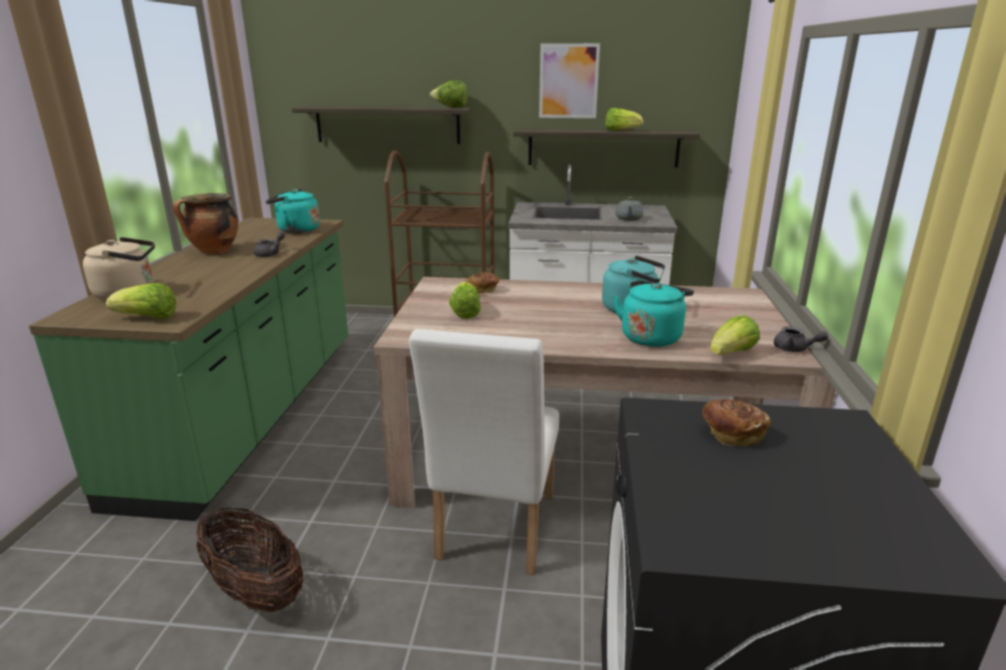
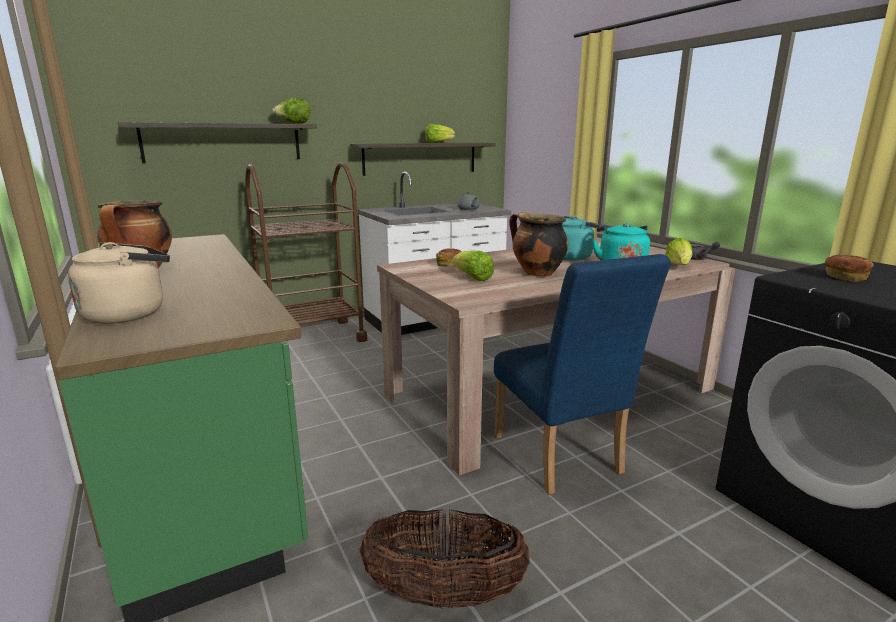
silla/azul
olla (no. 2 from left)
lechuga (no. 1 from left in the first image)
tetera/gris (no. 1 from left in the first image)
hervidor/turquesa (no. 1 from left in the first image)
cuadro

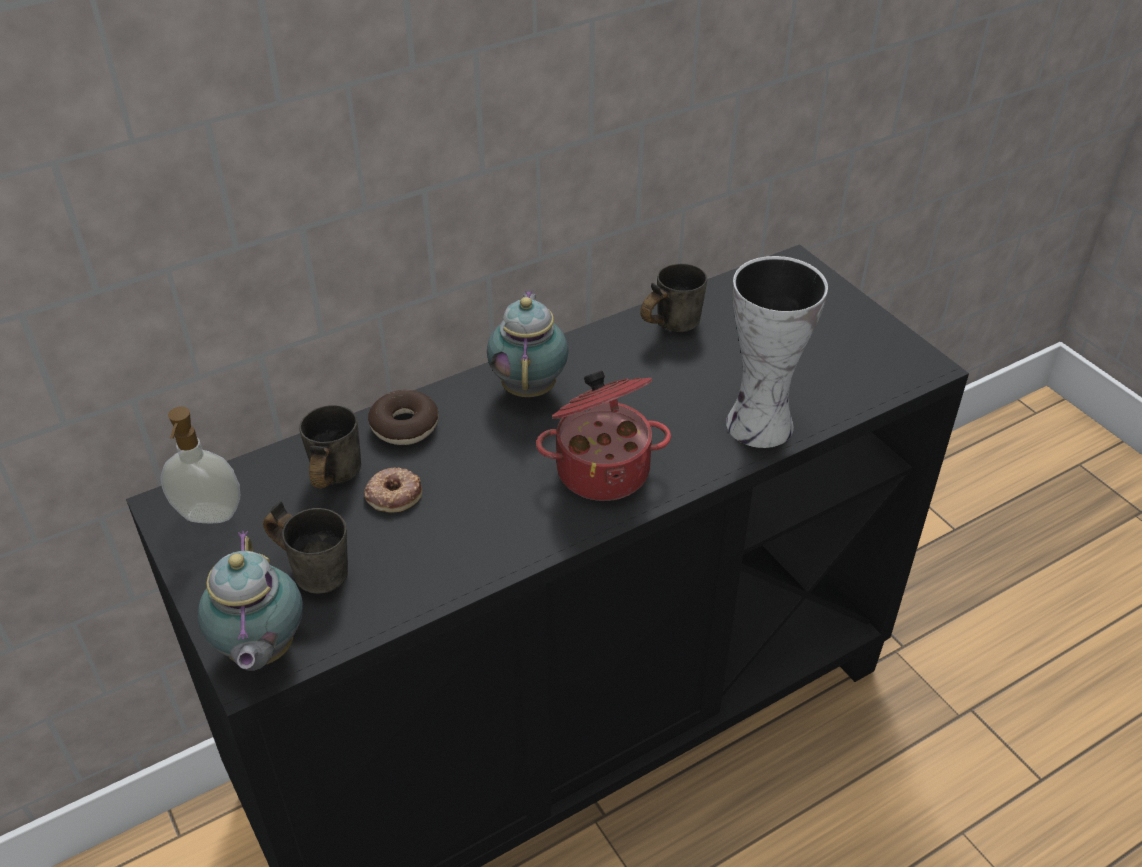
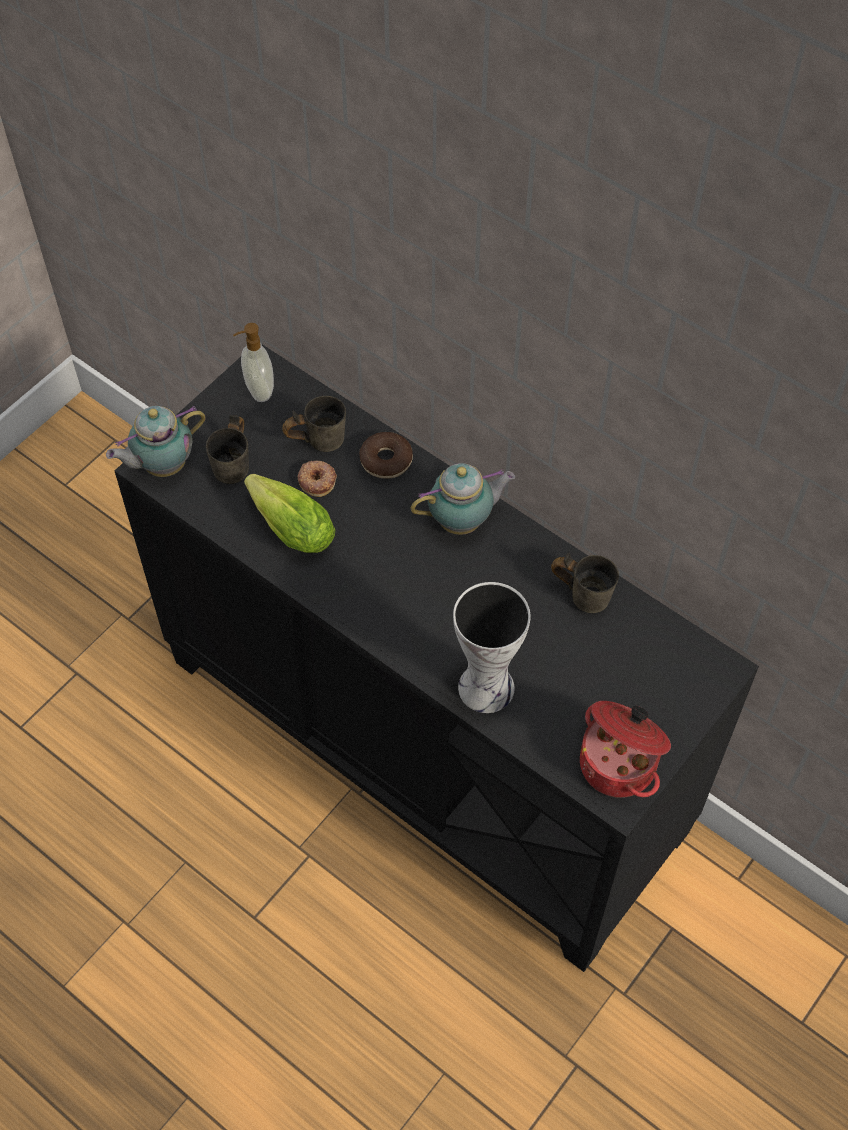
lechuga
olla

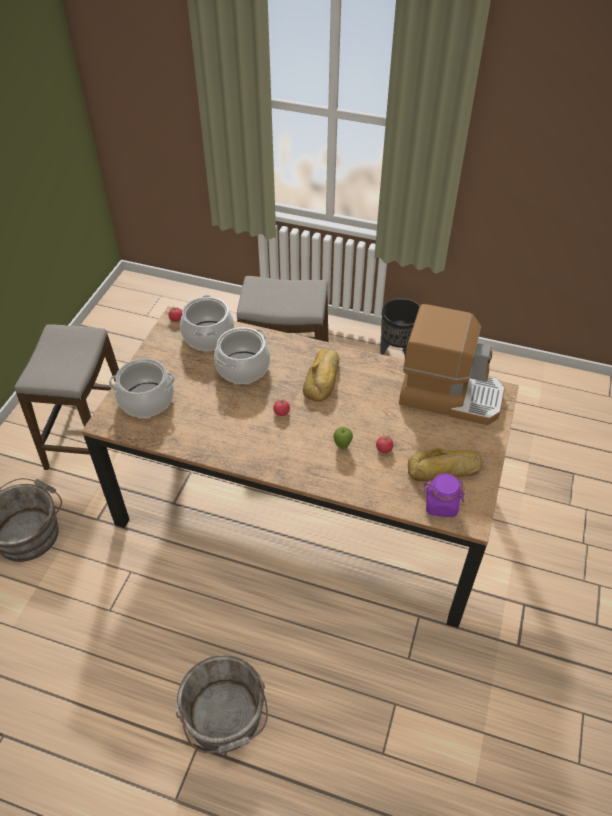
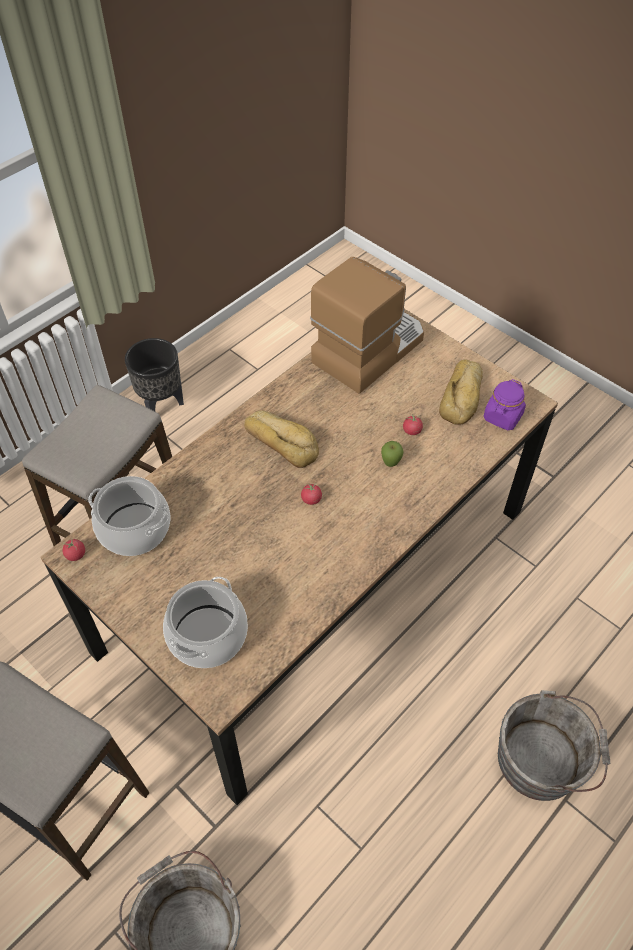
olla (no. 3 from left in the first image)

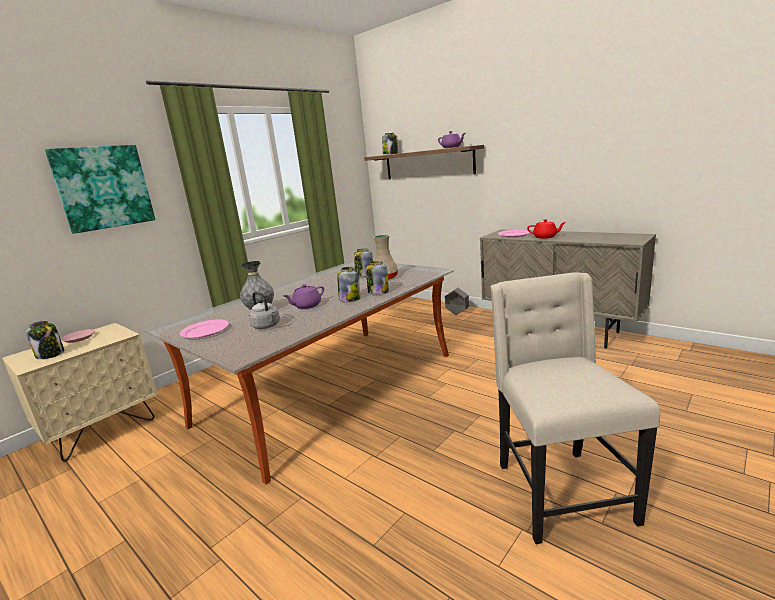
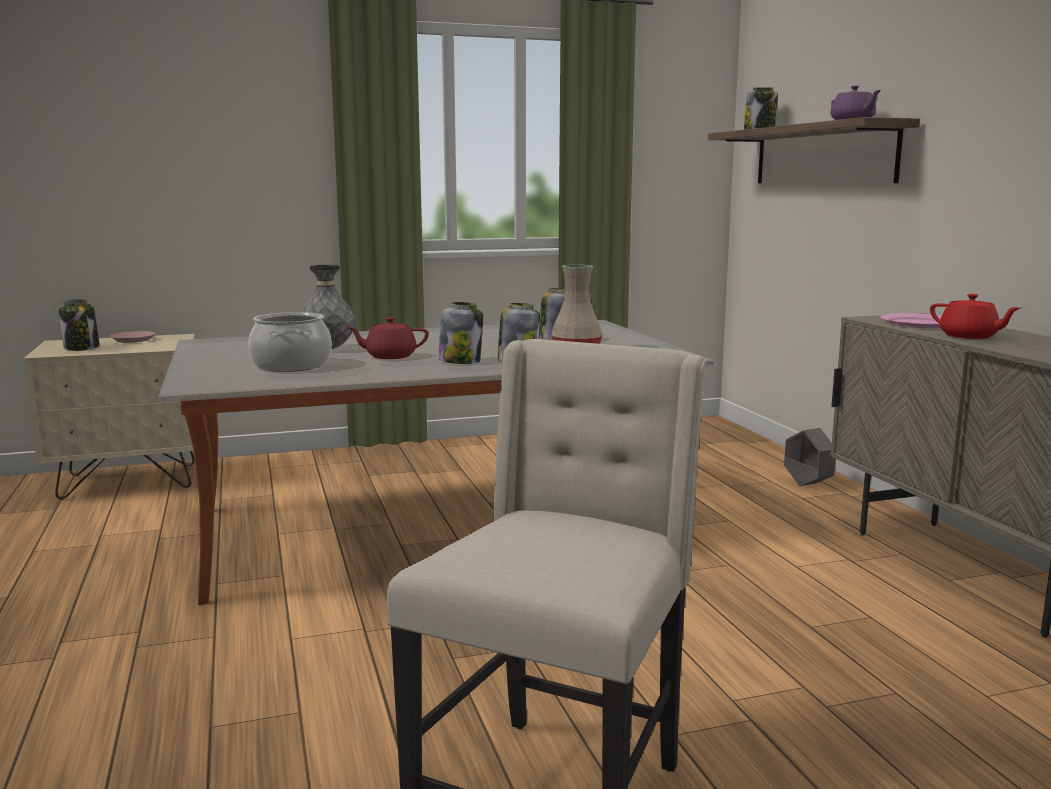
olla
tetera/rojo (no. 1 from left)
cuadro
plato/rosa (no. 2 from left in the first image)

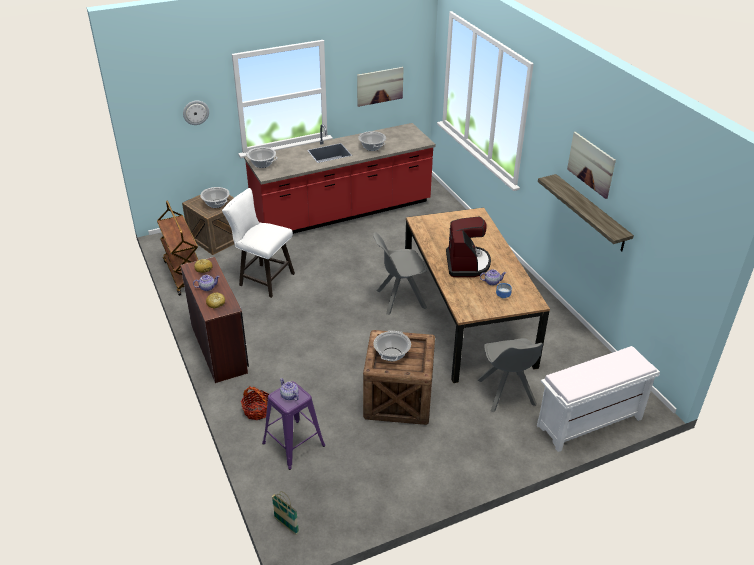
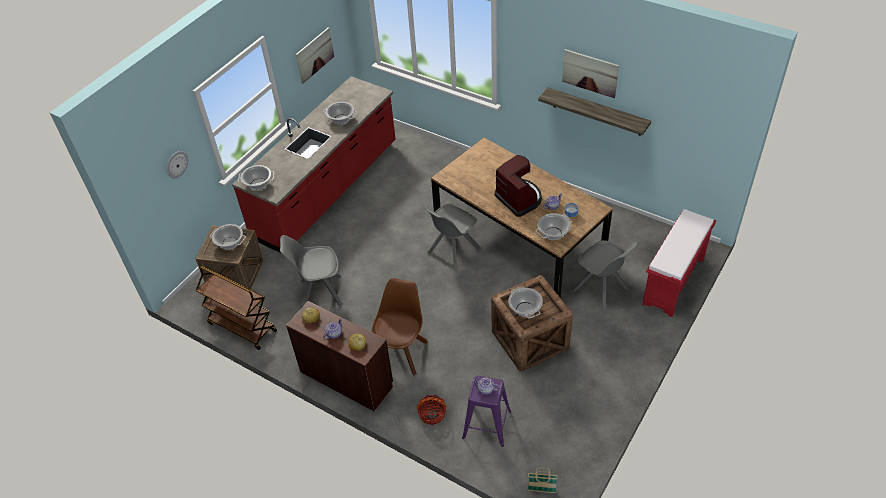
silla/gris (no. 1 from left)
silla/marrón
olla (no. 5 from left)
banco/rojo

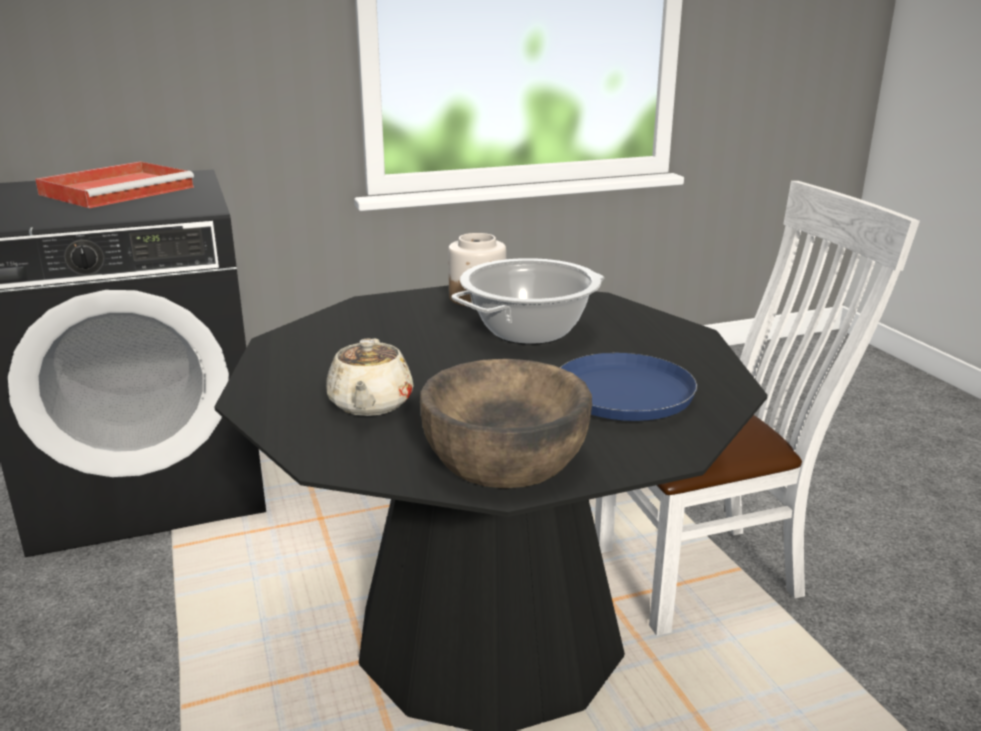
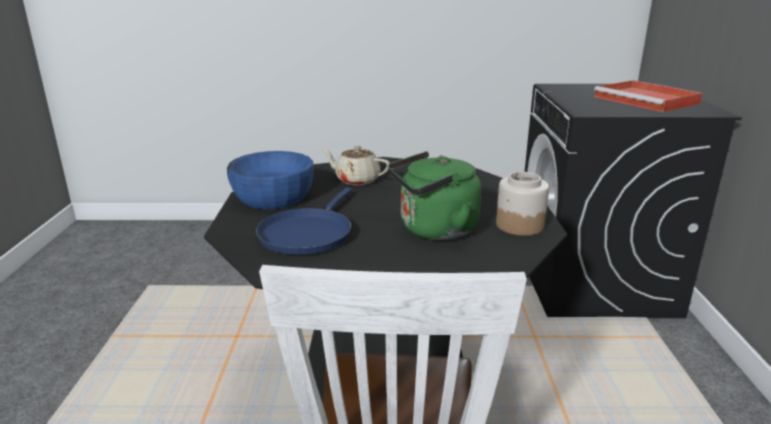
cuenco/azul
hervidor/verde

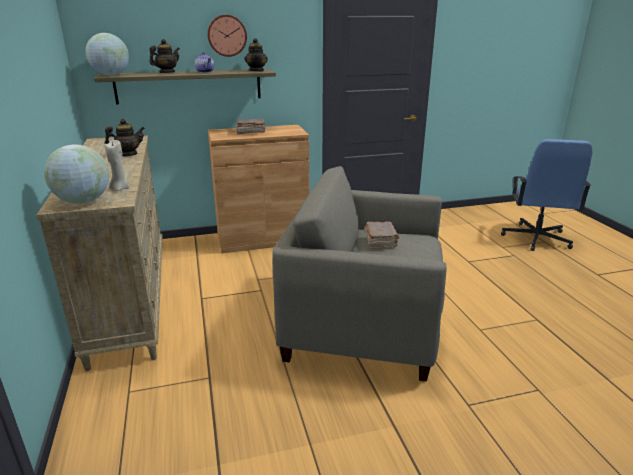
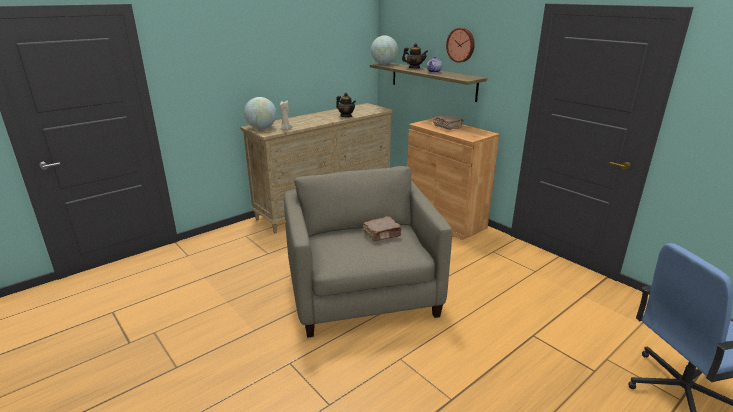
tetera (no. 4 from left in the first image)

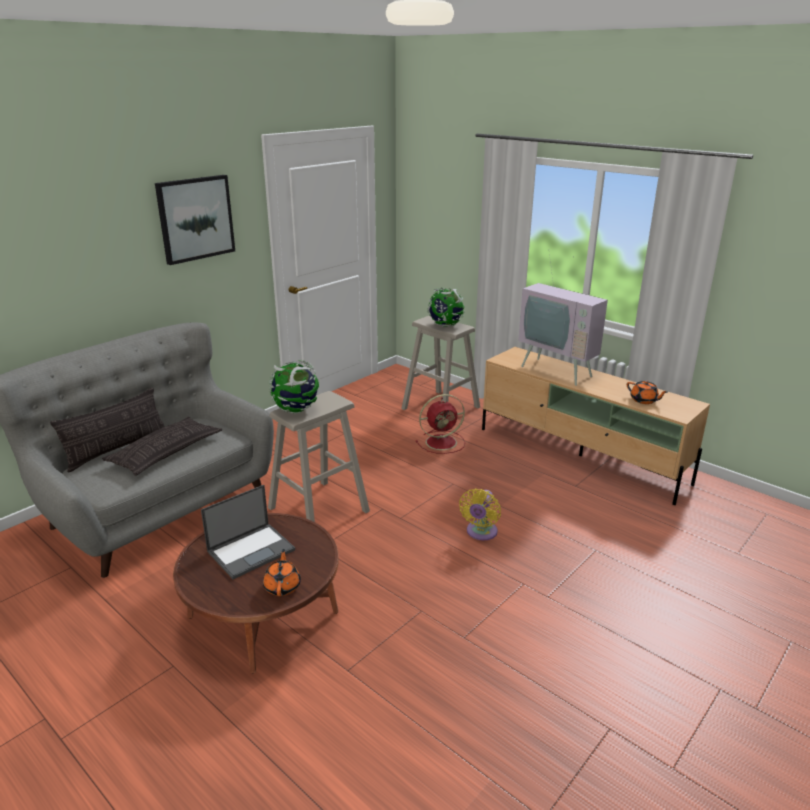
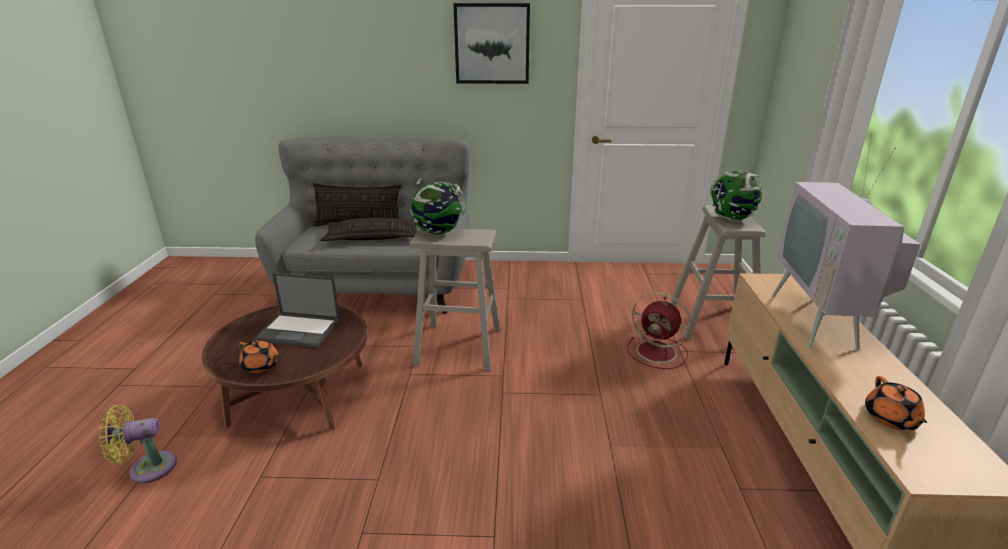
ventilador/amarillo
tetera/naranja (no. 1 from left)

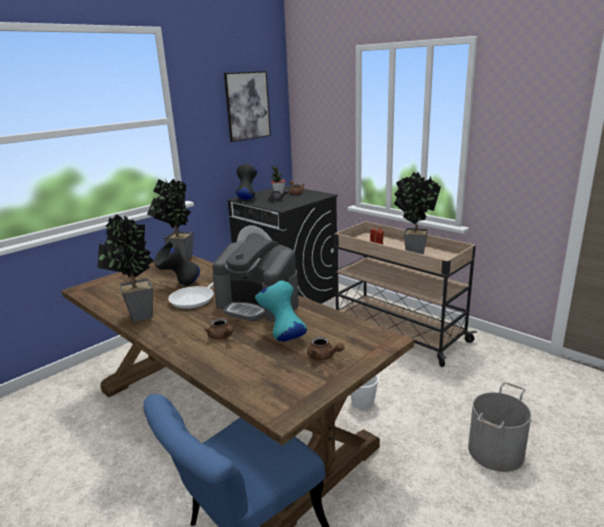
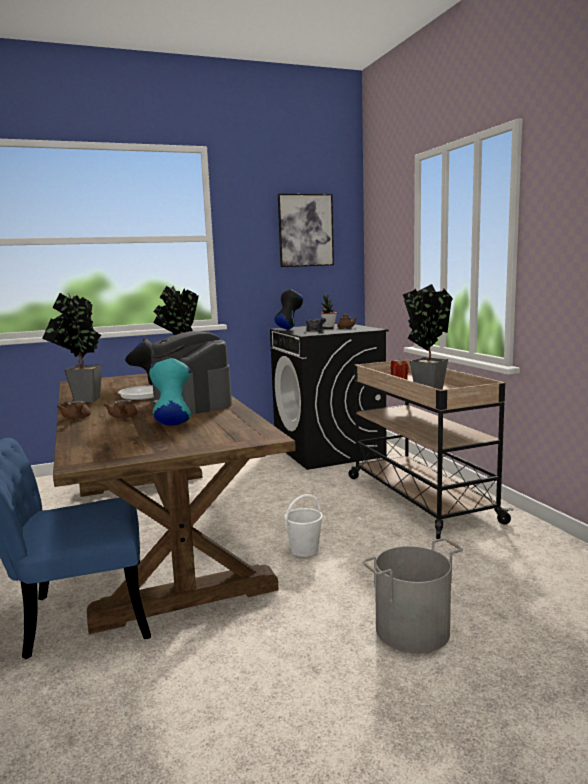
tetera/marrón (no. 1 from left)

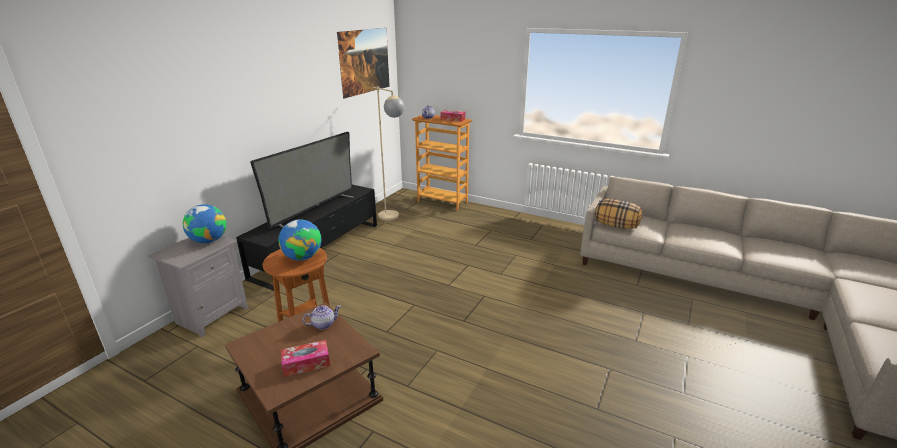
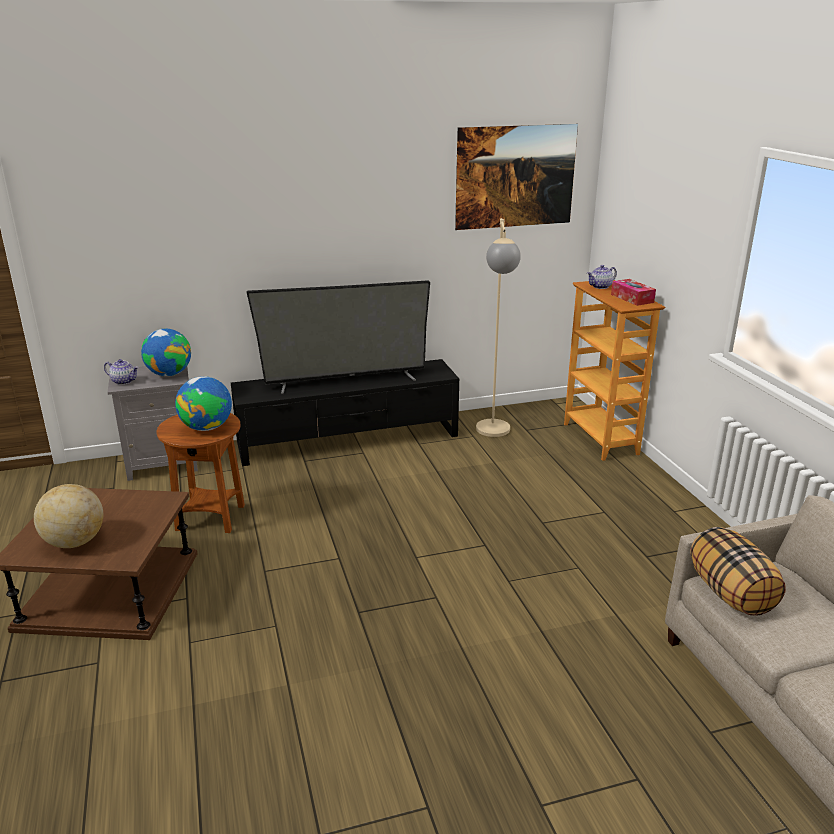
globo terráqueo (no. 1 from left)
tetera (no. 1 from left)

